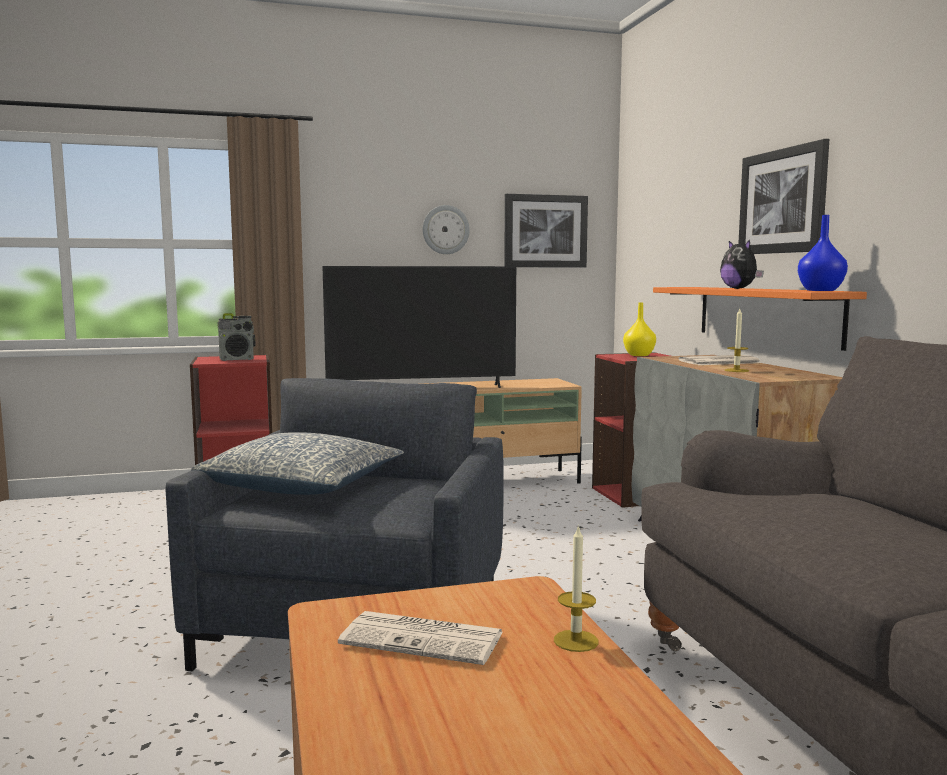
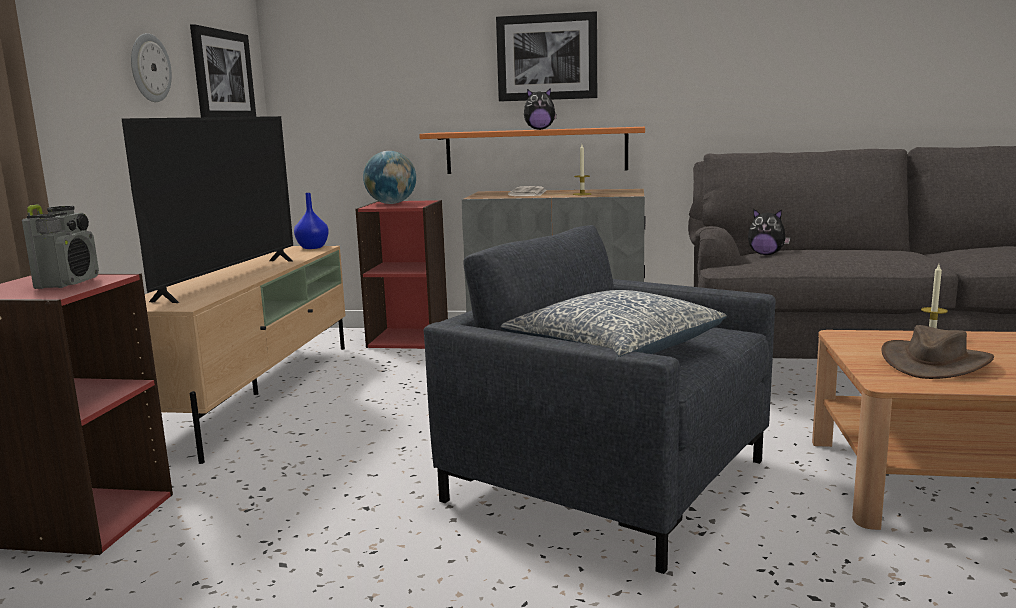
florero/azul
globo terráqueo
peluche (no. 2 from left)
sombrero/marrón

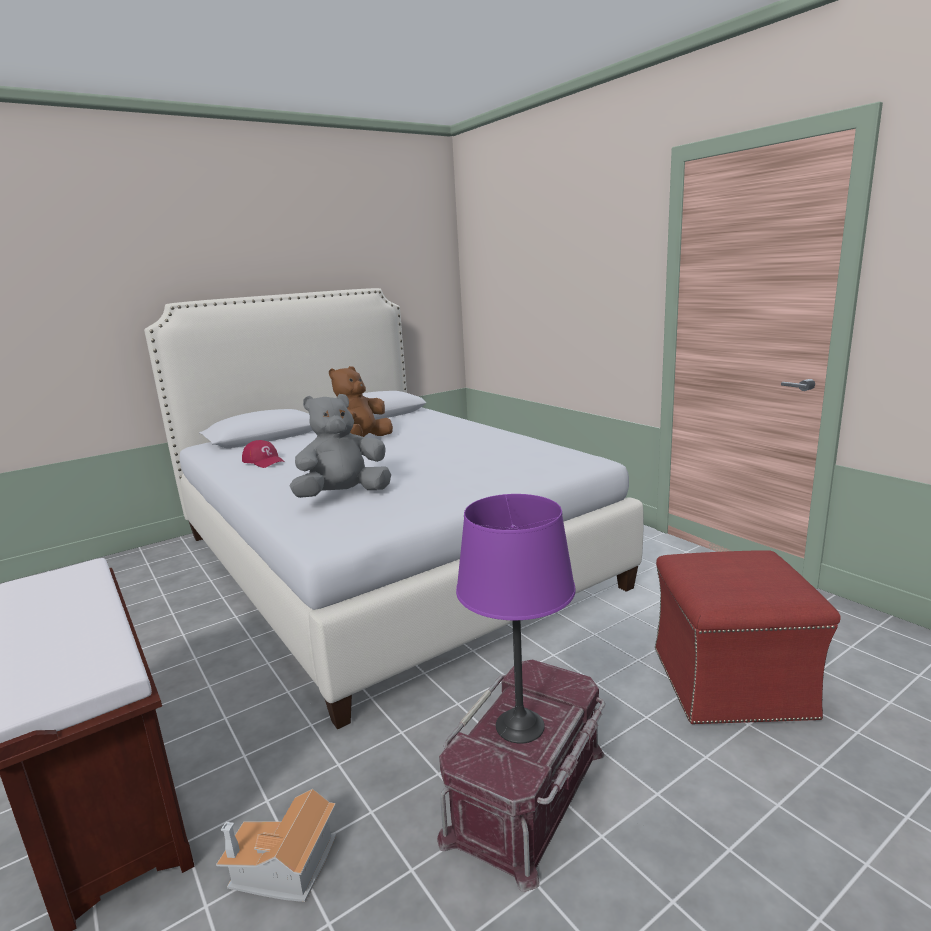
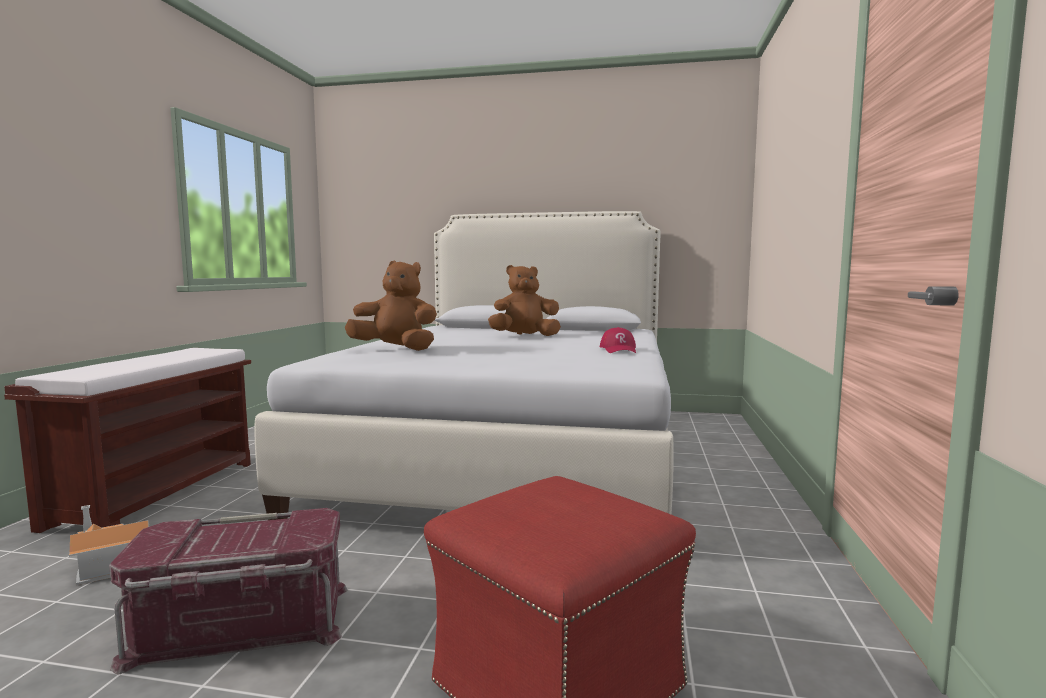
peluche/marrón (no. 1 from left)
gorra/rojo
lámpara de mesa/morado

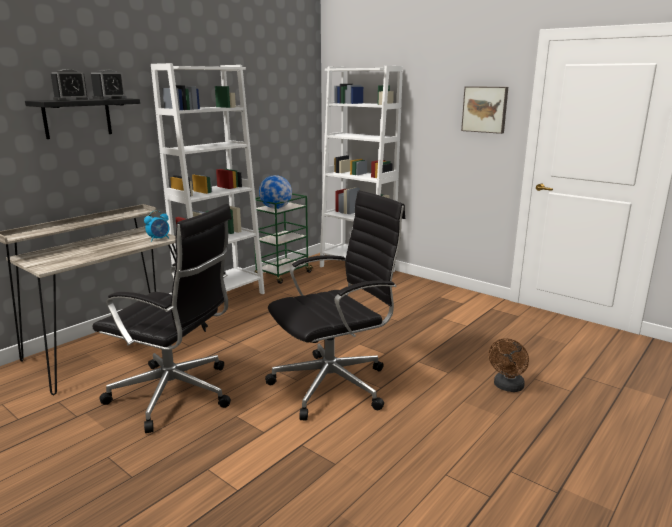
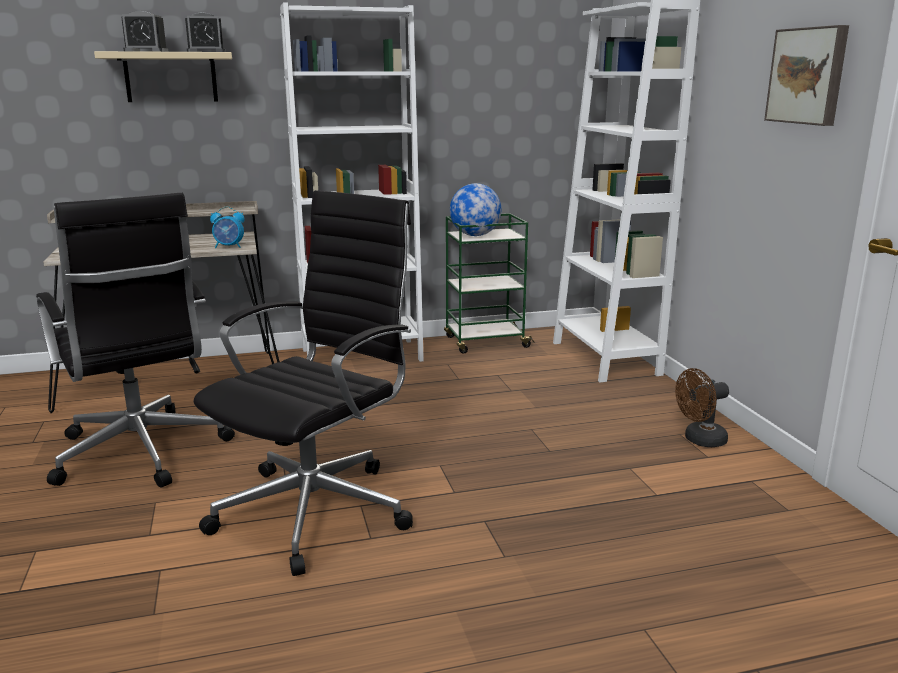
estante/beis
silla de oficina/negro (no. 2 from left)
ventilador/marrón

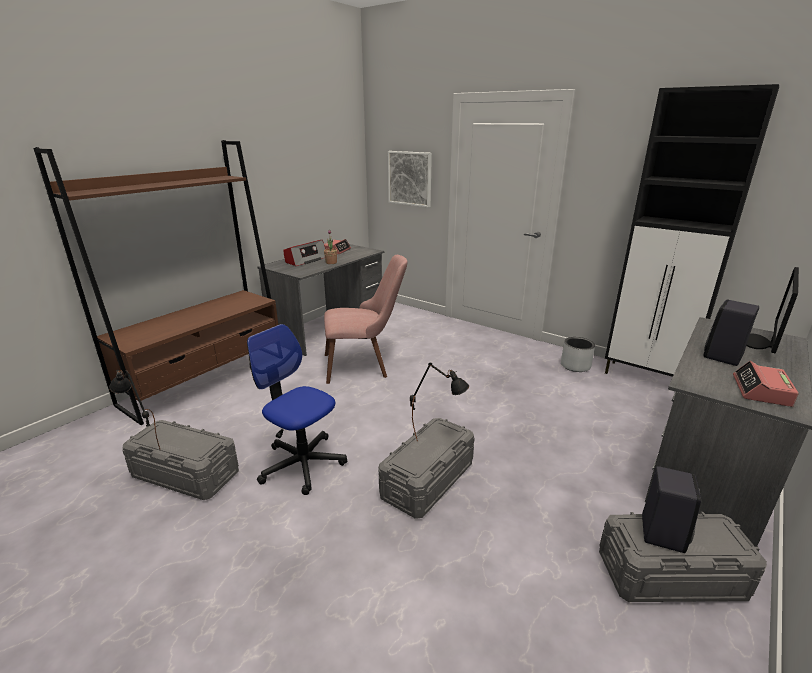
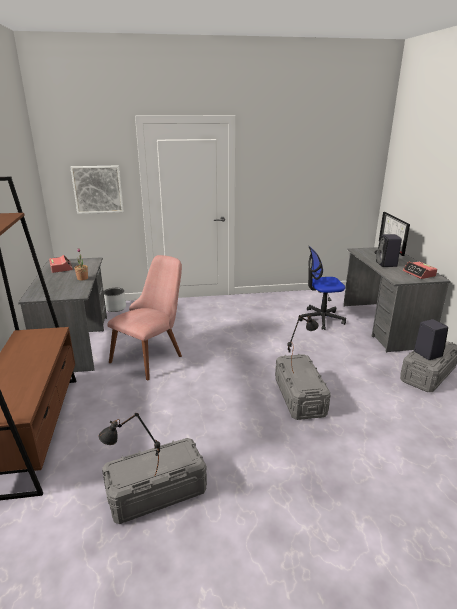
maceta/gris
silla de oficina
radio
armario/negro

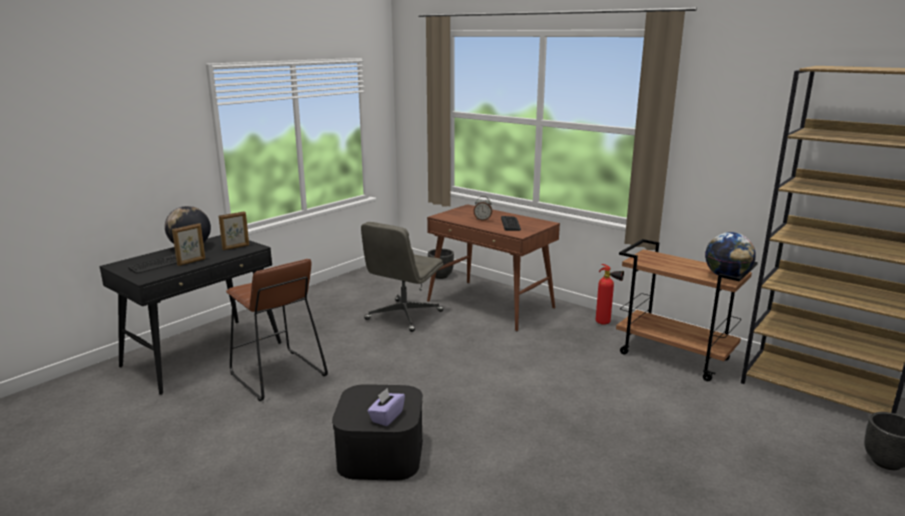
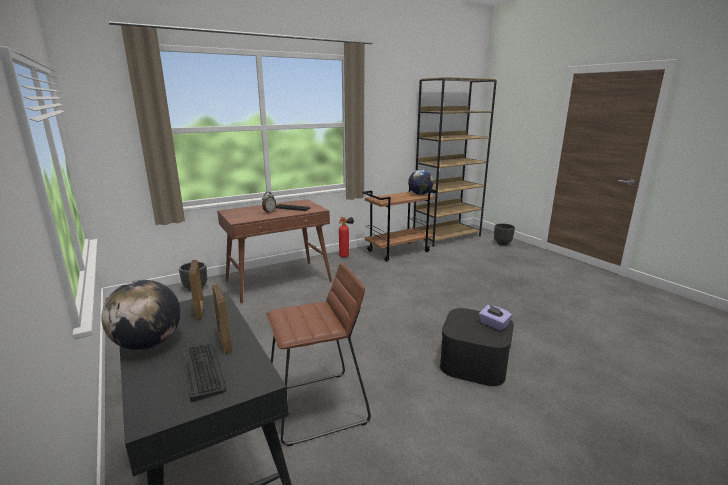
silla de oficina/gris

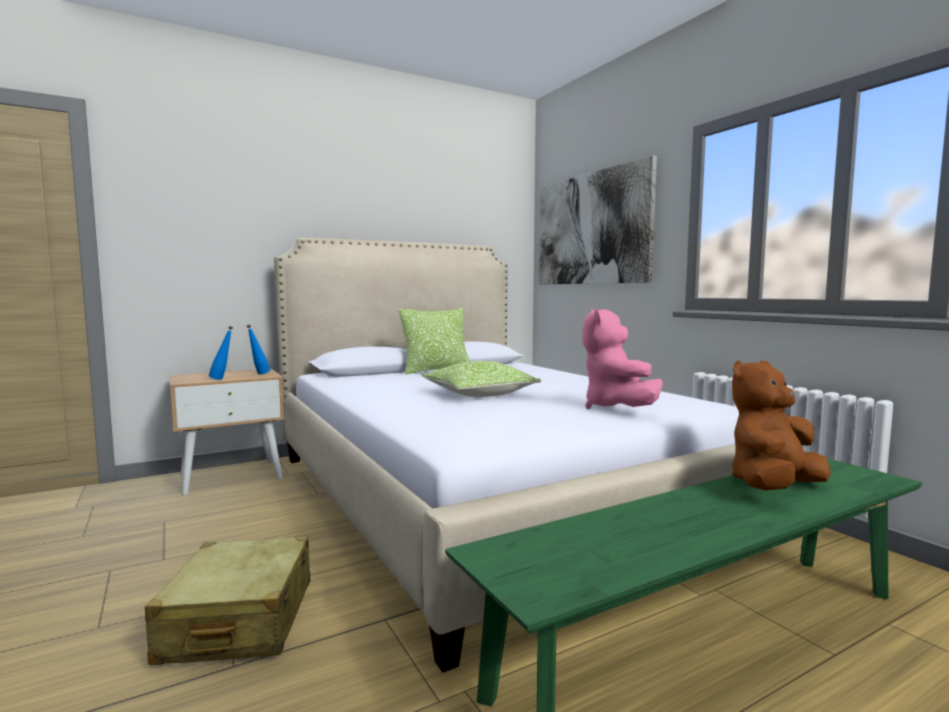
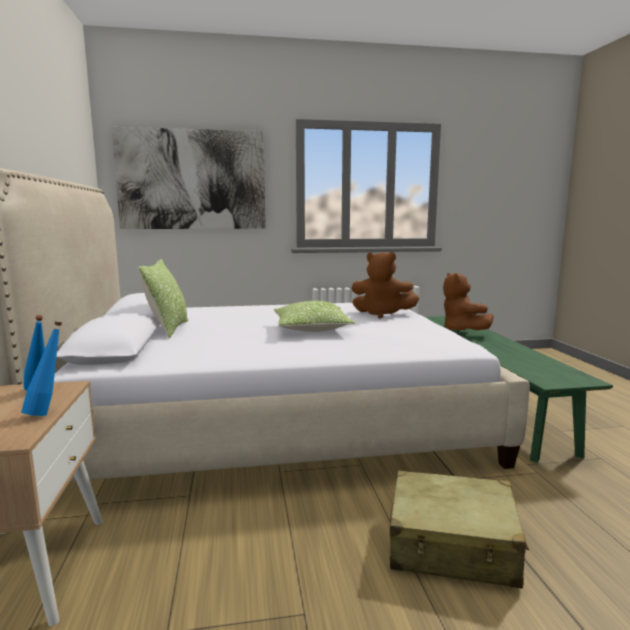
peluche/marrón (no. 1 from left)

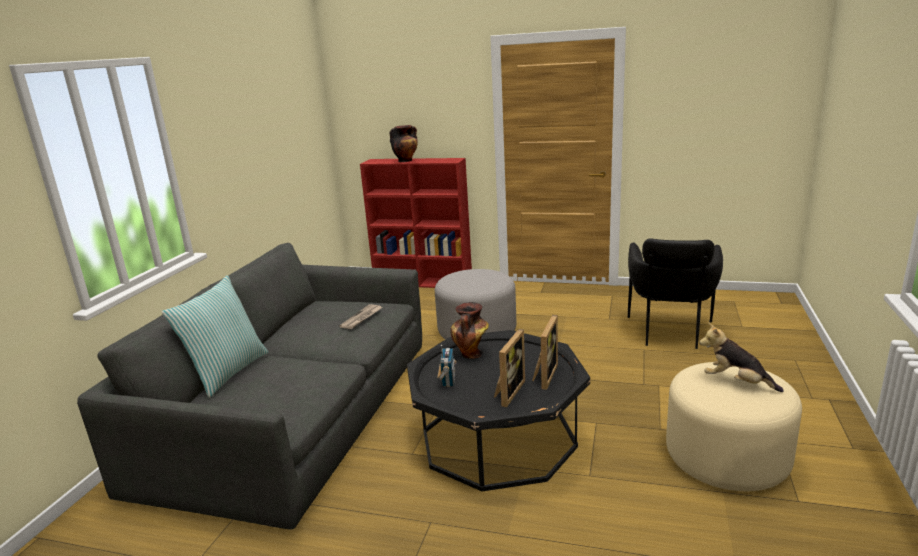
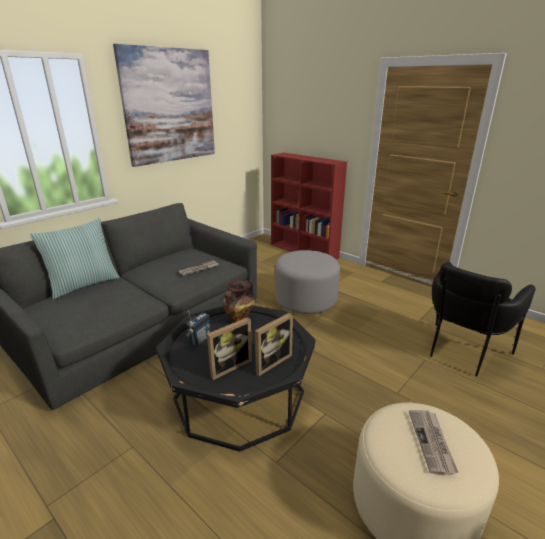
cuadro
periódico (no. 2 from left)
florero (no. 1 from left in the first image)

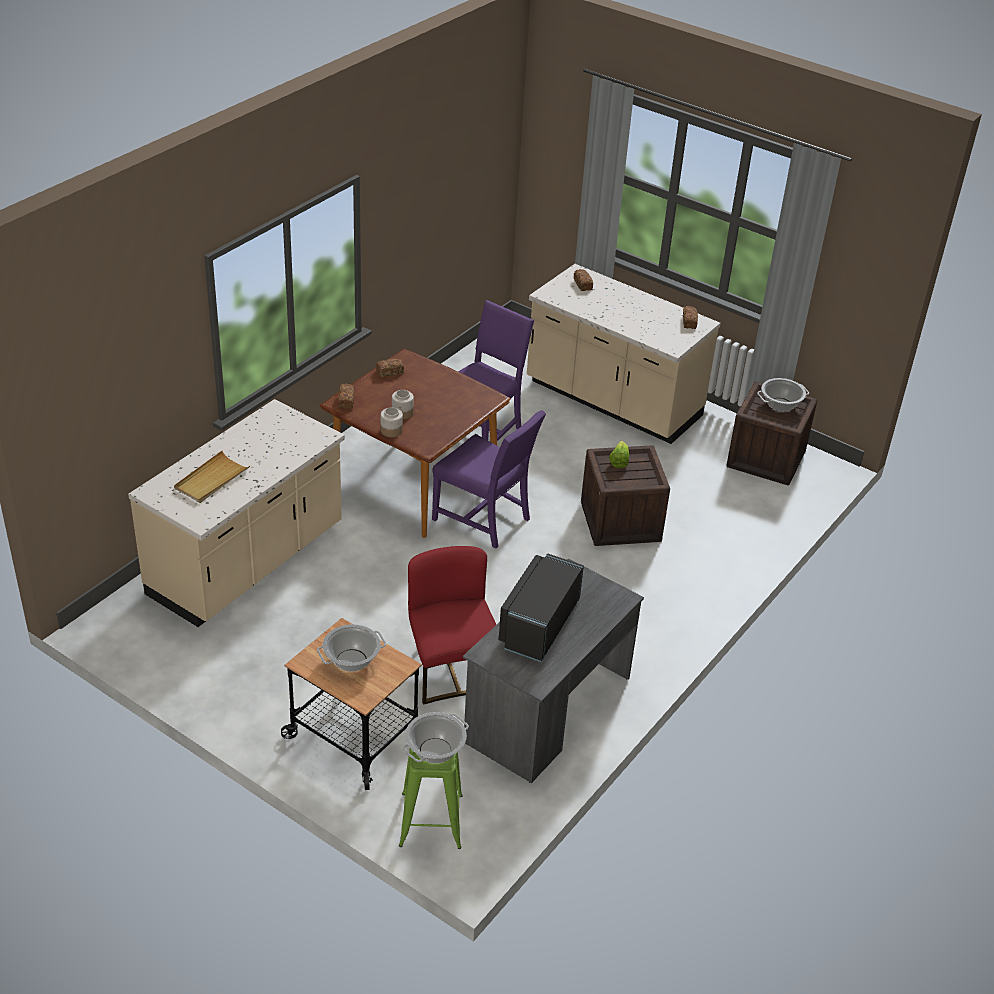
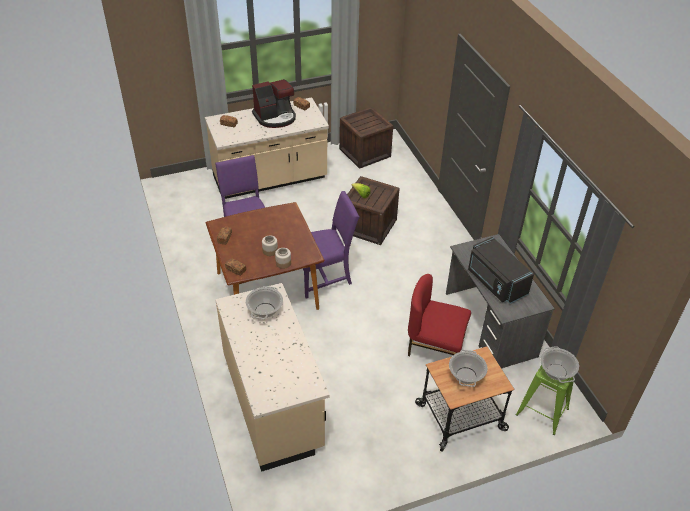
olla (no. 1 from left)
cafetera
bandeja/beis

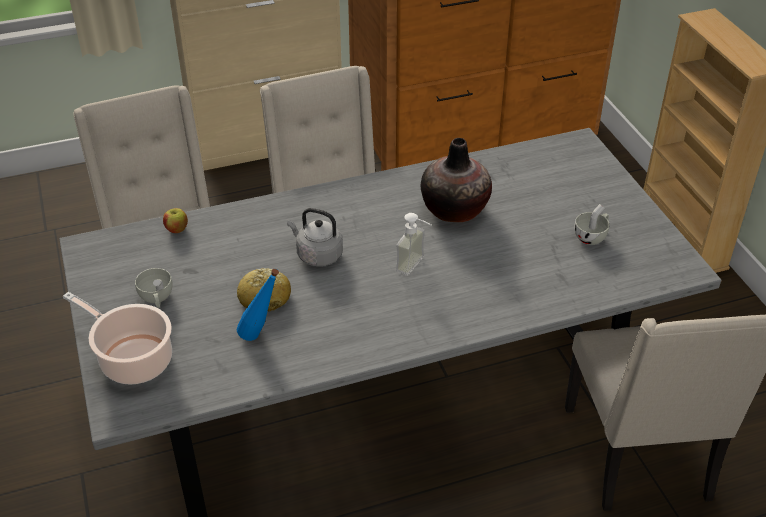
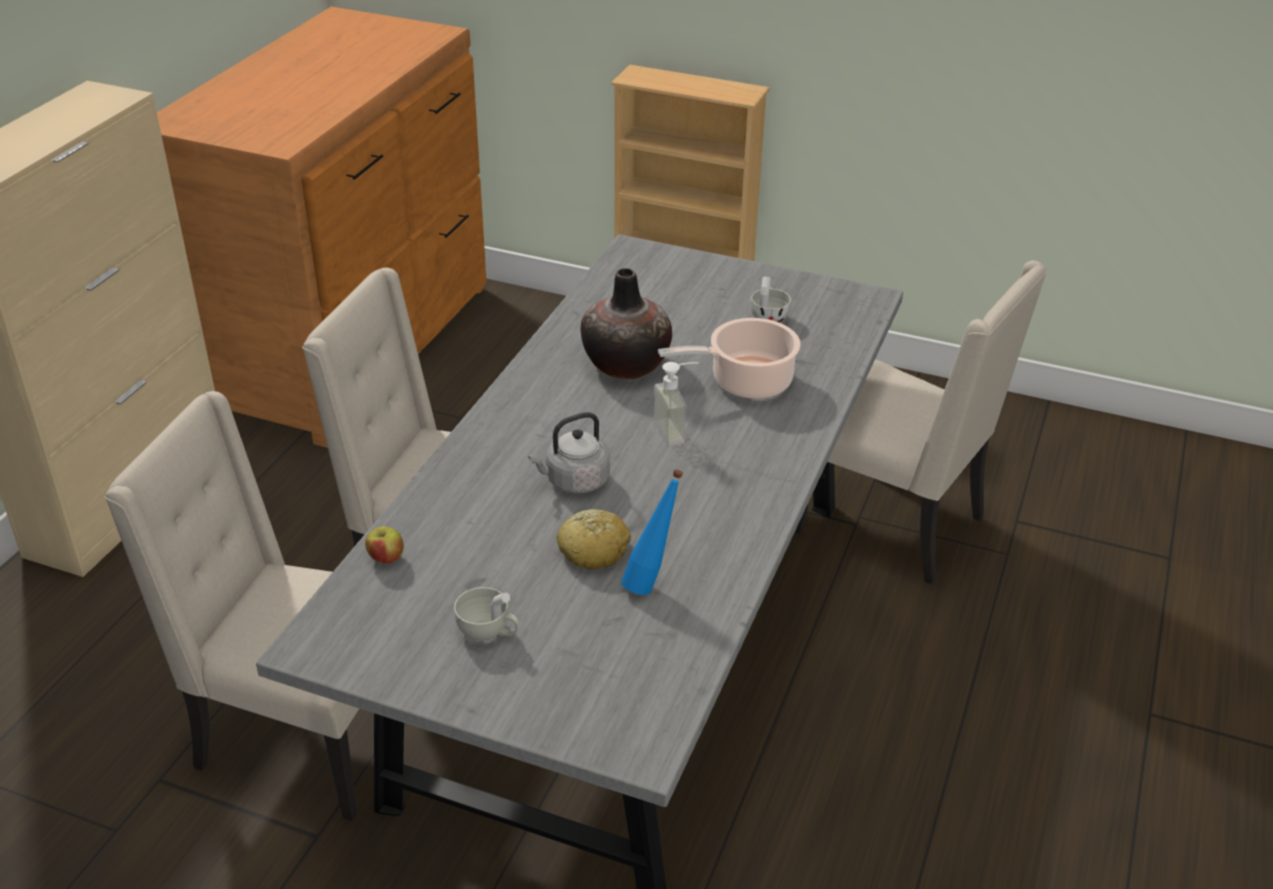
olla

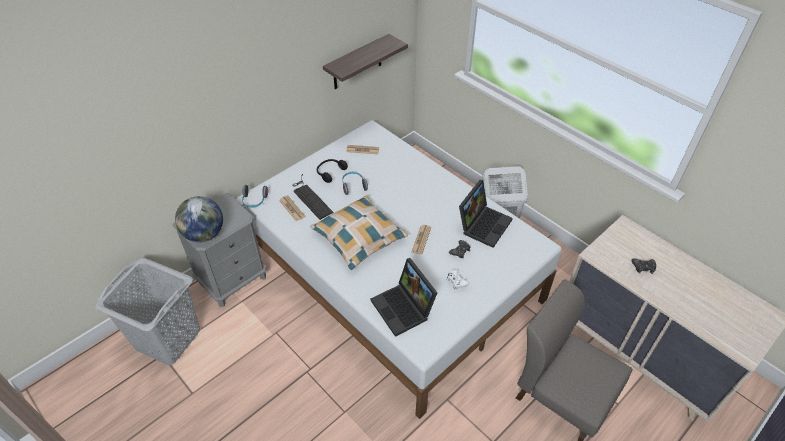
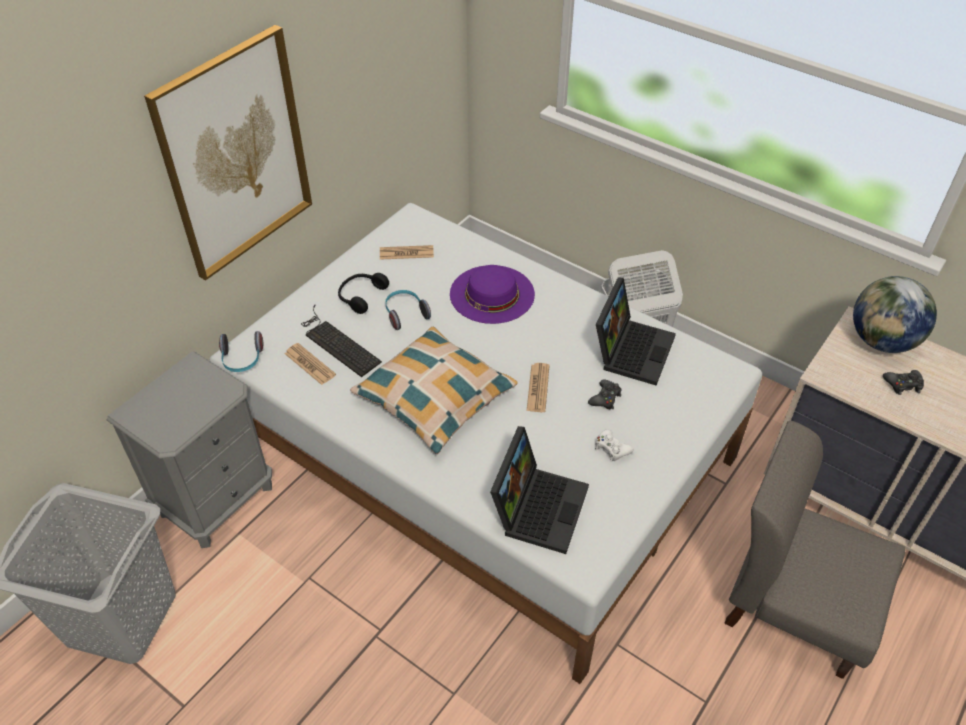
cuadro
sombrero/morado
portátil (no. 1 from left)
globo terráqueo
estante

